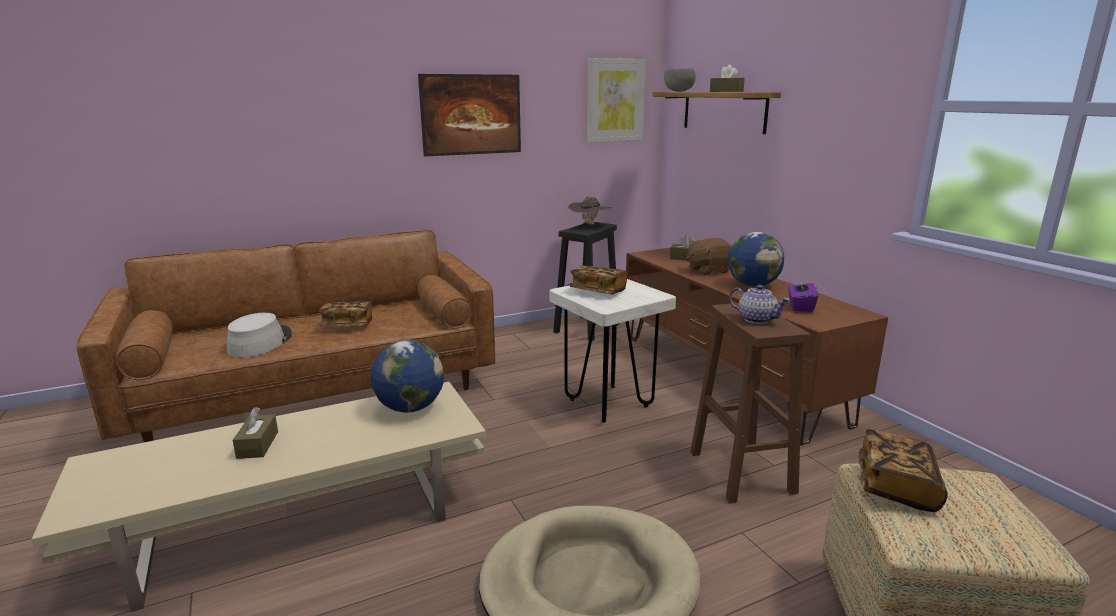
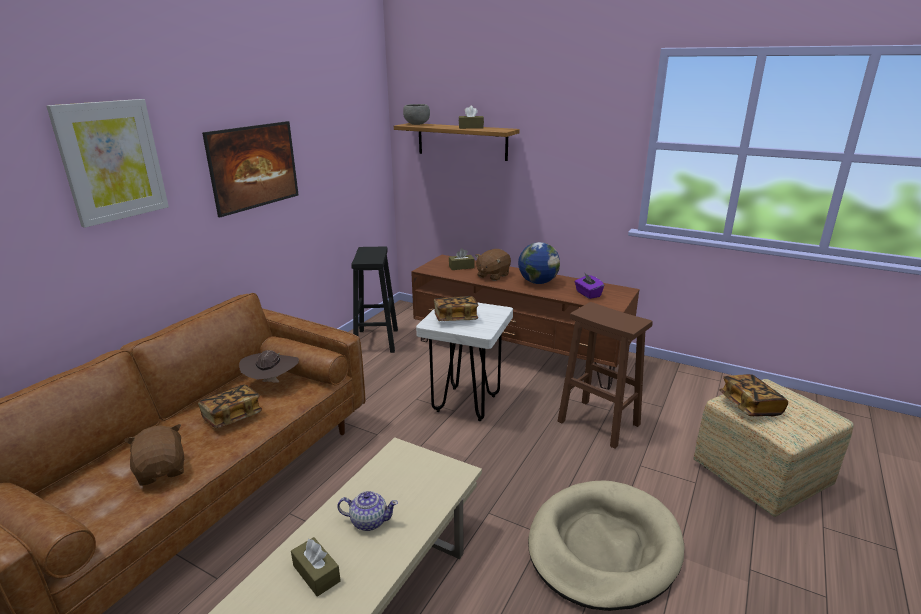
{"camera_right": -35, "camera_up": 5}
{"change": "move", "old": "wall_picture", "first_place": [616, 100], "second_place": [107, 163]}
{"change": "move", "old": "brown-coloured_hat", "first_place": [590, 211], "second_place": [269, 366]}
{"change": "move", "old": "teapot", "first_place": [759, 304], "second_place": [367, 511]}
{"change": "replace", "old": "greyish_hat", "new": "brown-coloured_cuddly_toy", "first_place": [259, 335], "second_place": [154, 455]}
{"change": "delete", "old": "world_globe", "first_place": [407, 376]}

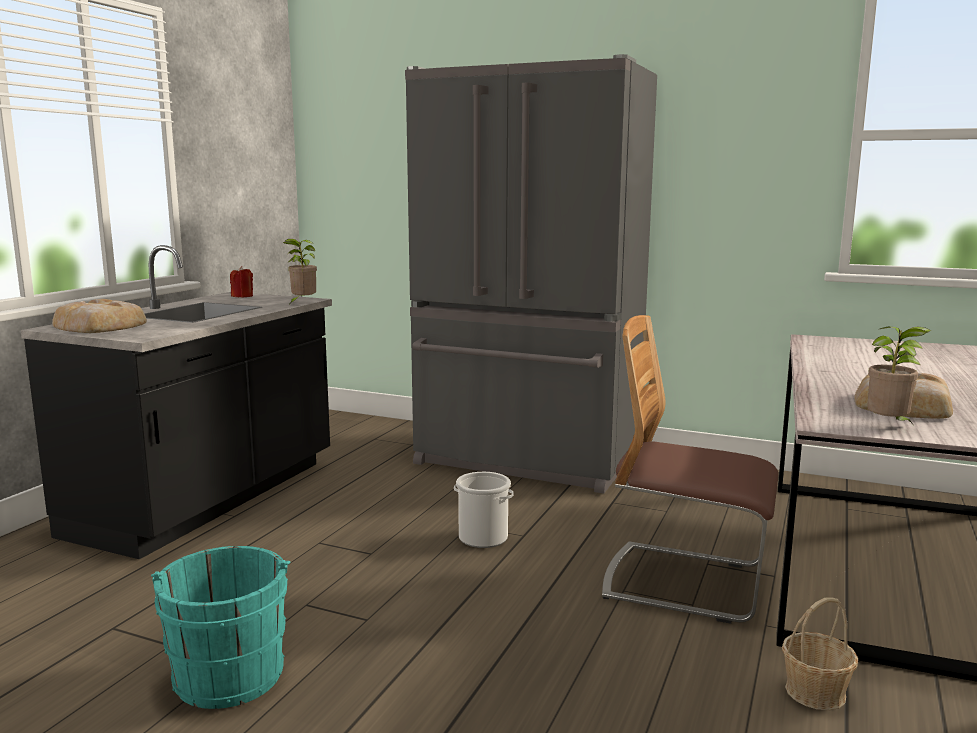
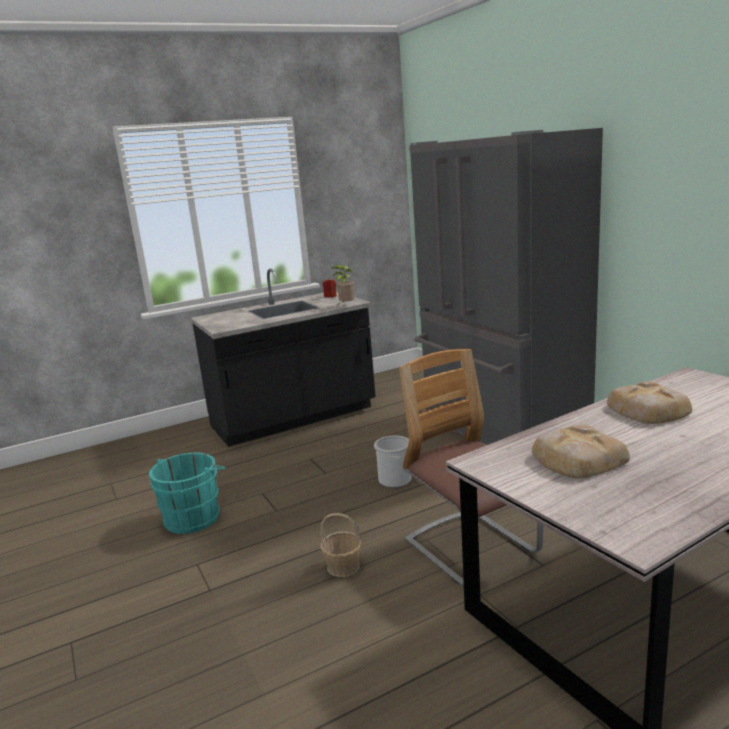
{"camera_right": 40, "camera_up": 5}
{"change": "move", "old": "bakery_bread", "first_place": [99, 316], "second_place": [649, 402]}
{"change": "delete", "old": "plant_in_a_pot", "first_place": [899, 375]}
{"change": "move", "old": "household_basket", "first_place": [820, 653], "second_place": [341, 545]}

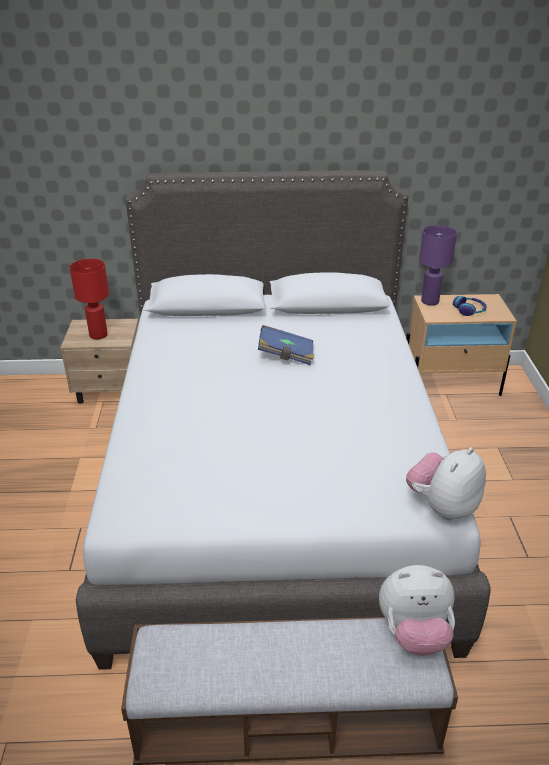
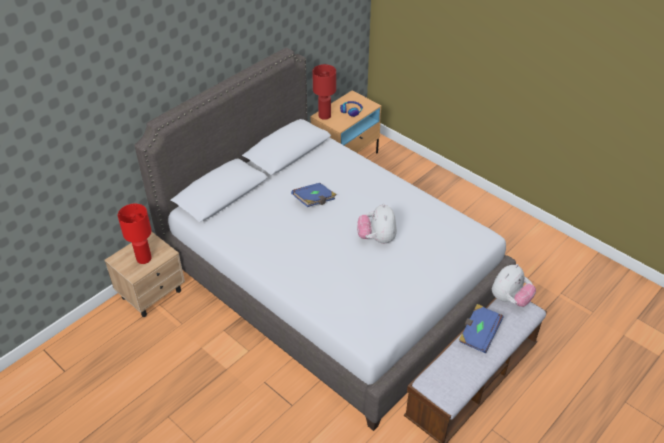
{"camera_right": -45, "camera_up": 10}
{"change": "recolor", "old": "purple-coloured_table_lamp", "new": "red_table_lamp", "first_place": [438, 265], "second_place": [324, 92]}
{"change": "move", "old": "cuddly_toy", "first_place": [446, 483], "second_place": [377, 223]}
{"change": "insert", "new": "bluish_book", "second_place": [481, 328]}

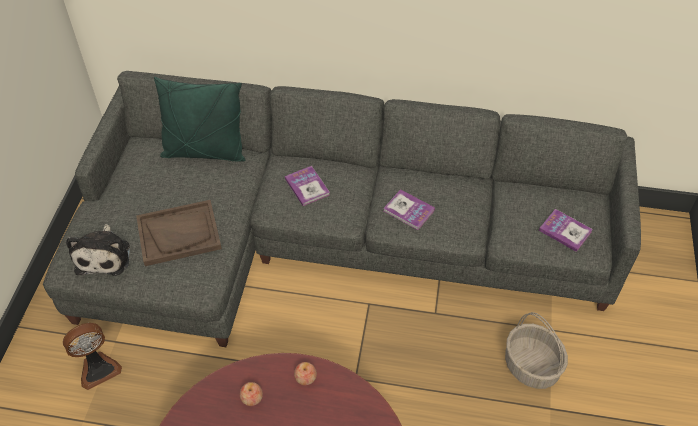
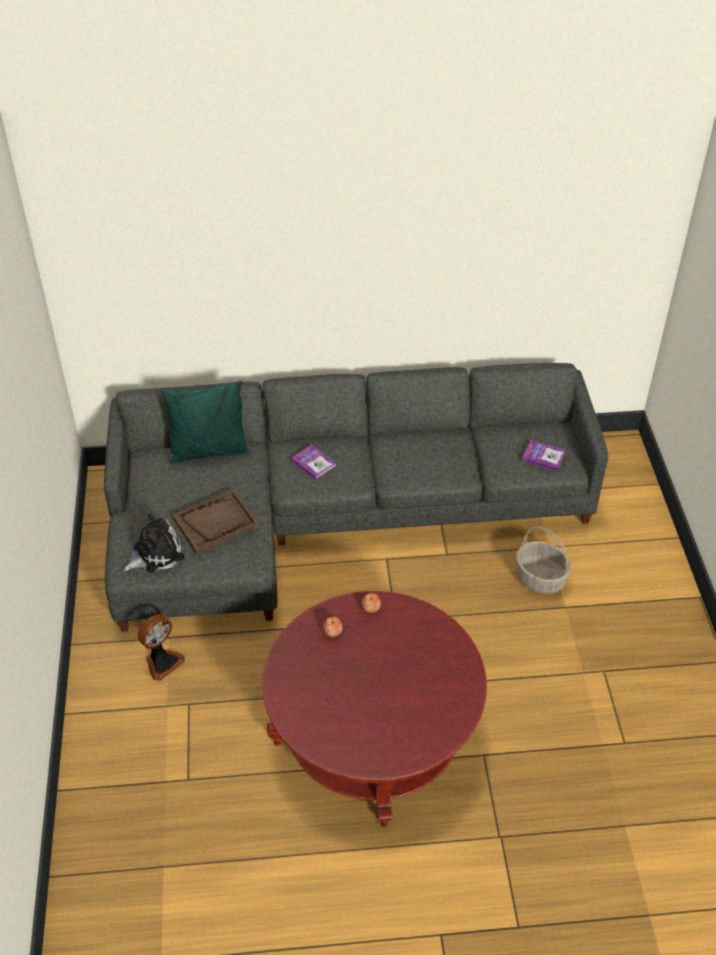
{"camera_right": -15, "camera_up": -5}
{"change": "delete", "old": "book", "first_place": [409, 209]}
{"change": "rotate", "old": "cuddly_toy", "first_place": [98, 250], "second_place": [154, 543], "degrees": -105}

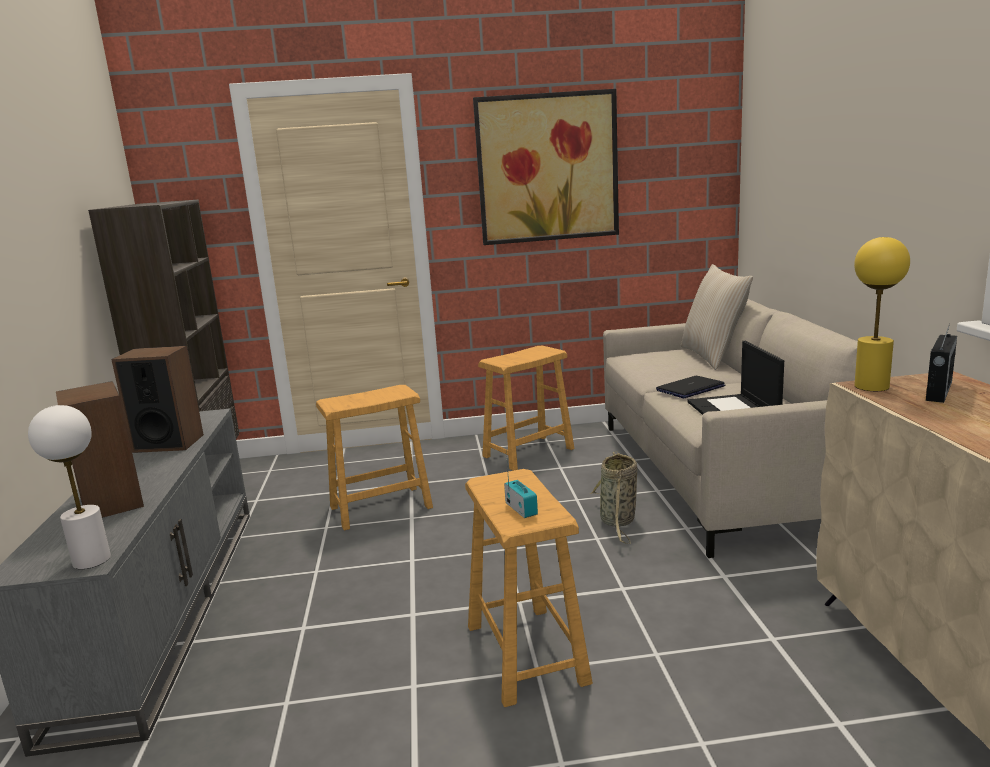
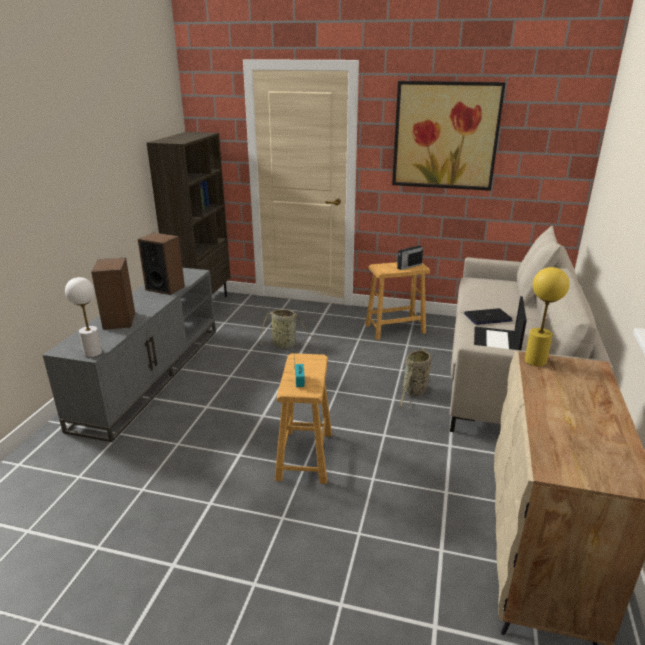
{"camera_right": 20, "camera_up": 10}
{"change": "move", "old": "radio_receiver", "first_place": [941, 363], "second_place": [410, 257]}
{"change": "replace", "old": "brown-coloured_stool_seat", "new": "household_basket", "first_place": [374, 458], "second_place": [289, 328]}

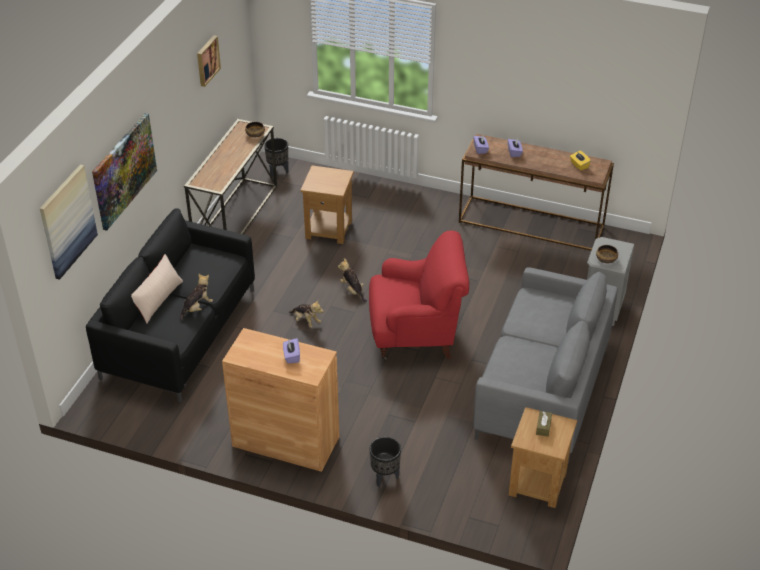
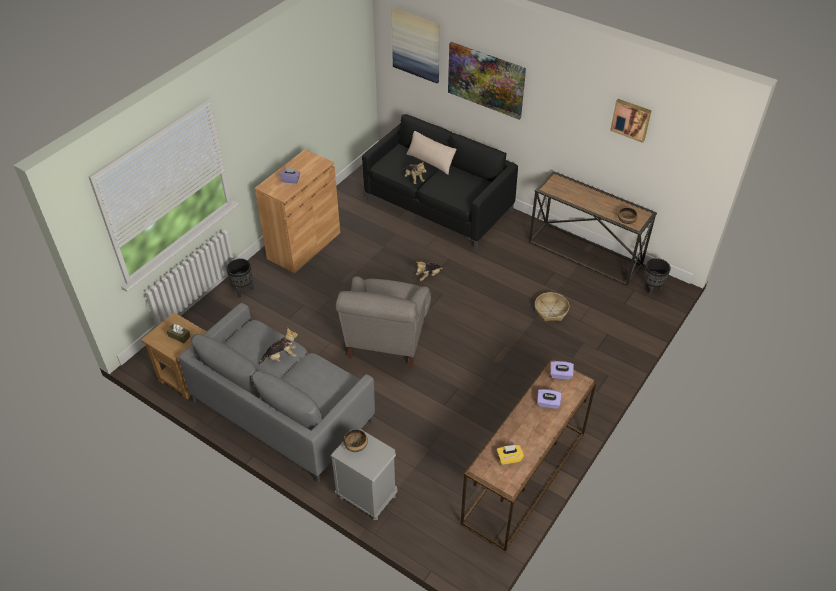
{"camera_right": 105, "camera_up": 5}
{"change": "replace", "old": "brown-coloured_accent_table", "new": "household_basket", "first_place": [327, 204], "second_place": [552, 307]}
{"change": "recolor", "old": "red_armchair", "new": "greyish_armchair", "first_place": [419, 295], "second_place": [383, 322]}
{"change": "move", "old": "cuddly_toy", "first_place": [352, 280], "second_place": [278, 346]}

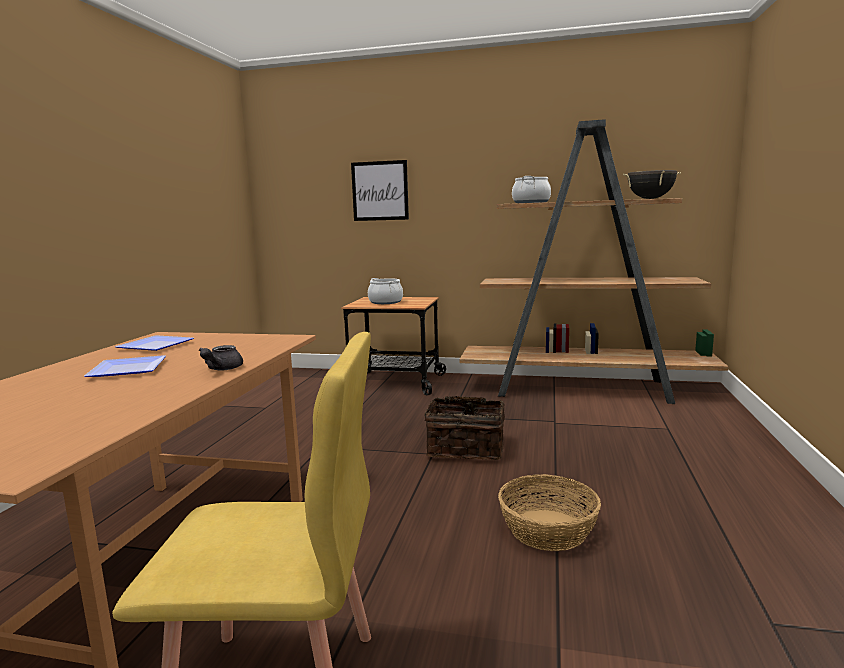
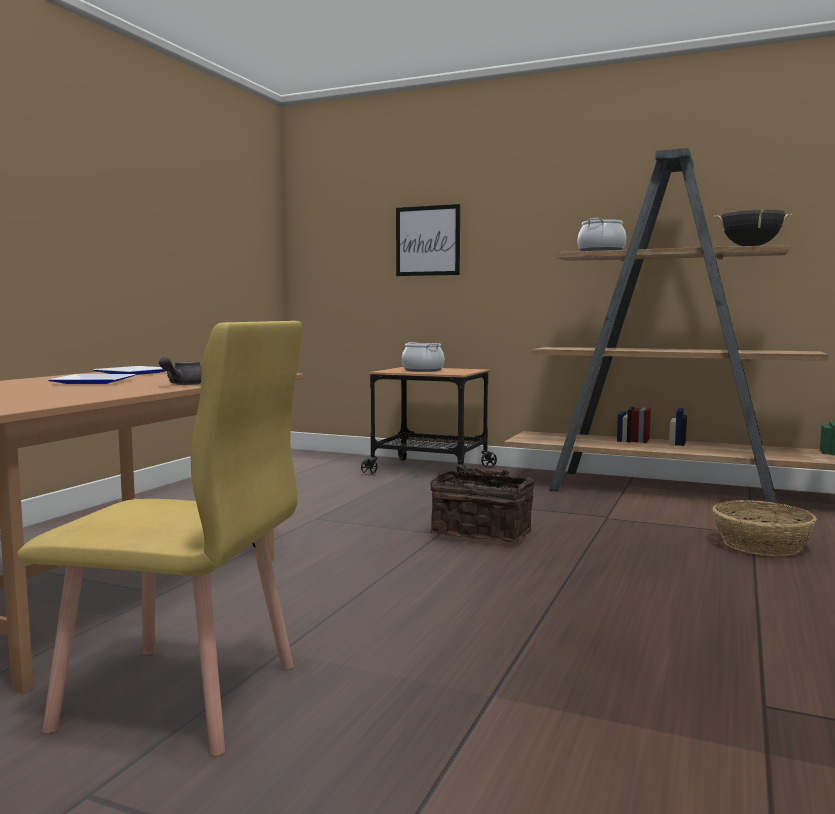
{"camera_right": 10, "camera_up": -5}
{"change": "move", "old": "household_basket", "first_place": [549, 512], "second_place": [765, 528]}

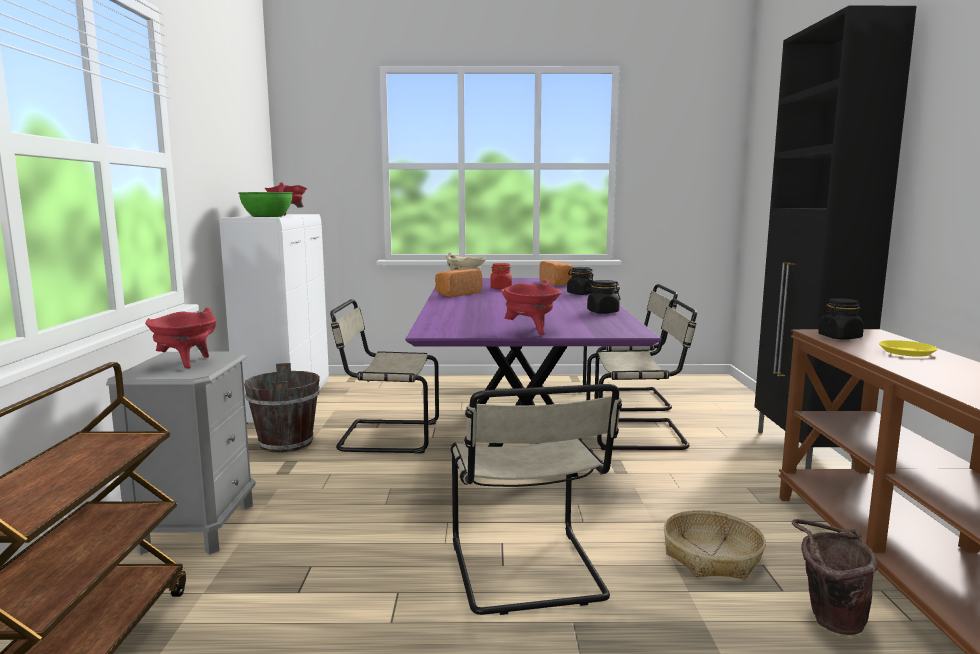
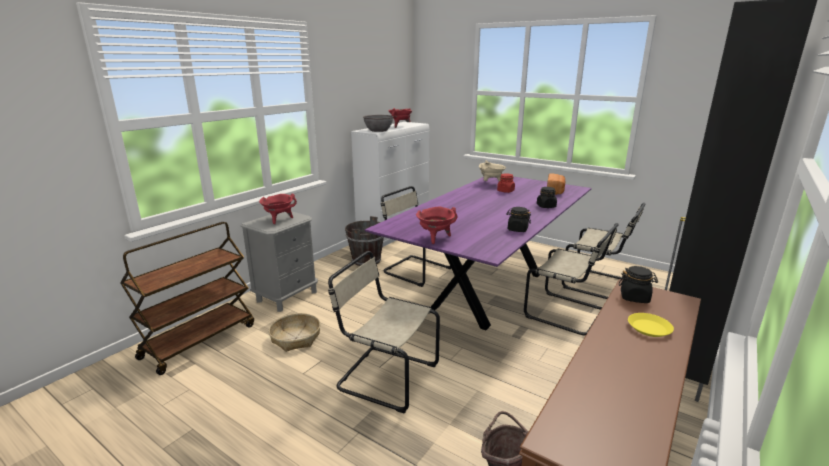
{"camera_right": 35, "camera_up": 10}
{"change": "recolor", "old": "greenish_serving_bowl", "new": "greyish_serving_bowl", "first_place": [265, 204], "second_place": [378, 123]}
{"change": "delete", "old": "bakery_bread", "first_place": [458, 283]}
{"change": "rotate", "old": "sand-coloured_plain_chair", "first_place": [536, 499], "second_place": [384, 332], "degrees": 90}
{"change": "move", "old": "household_basket", "first_place": [715, 545], "second_place": [295, 332]}

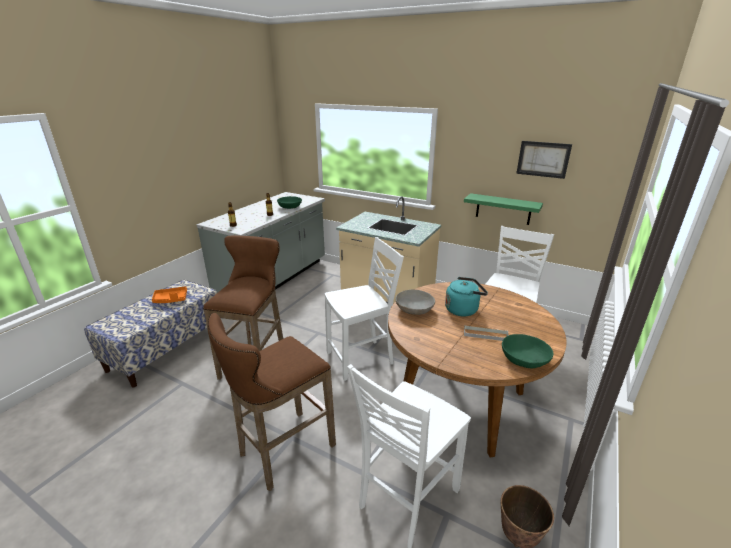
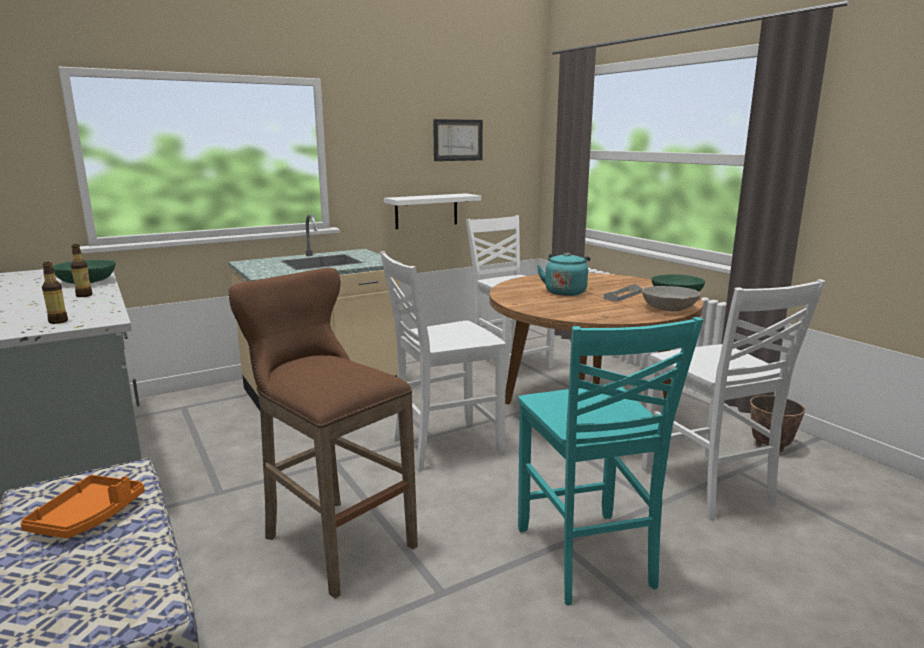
{"camera_right": -60, "camera_up": -10}
{"change": "recolor", "old": "greenish_wall_shelf", "new": "white_wall_shelf", "first_place": [503, 209], "second_place": [432, 211]}
{"change": "rotate", "old": "white_plain_chair", "first_place": [364, 309], "second_place": [443, 360], "degrees": -120}
{"change": "move", "old": "greyish_serving_bowl", "first_place": [415, 302], "second_place": [671, 298]}
{"change": "replace", "old": "brown-coloured_stool_seat", "new": "turquoise_plain_chair", "first_place": [272, 402], "second_place": [610, 461]}

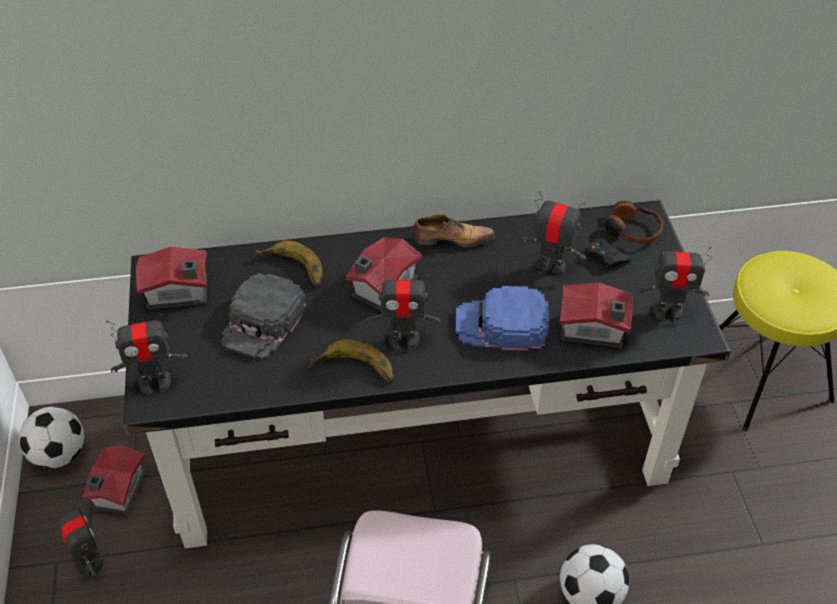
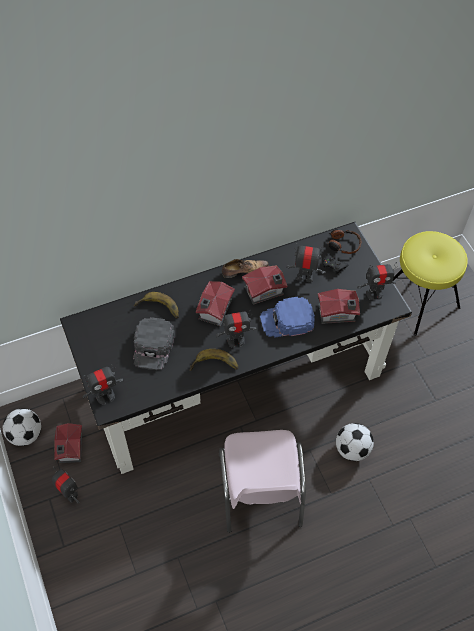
{"camera_right": -15, "camera_up": 10}
{"change": "move", "old": "model_house", "first_place": [171, 278], "second_place": [264, 285]}

